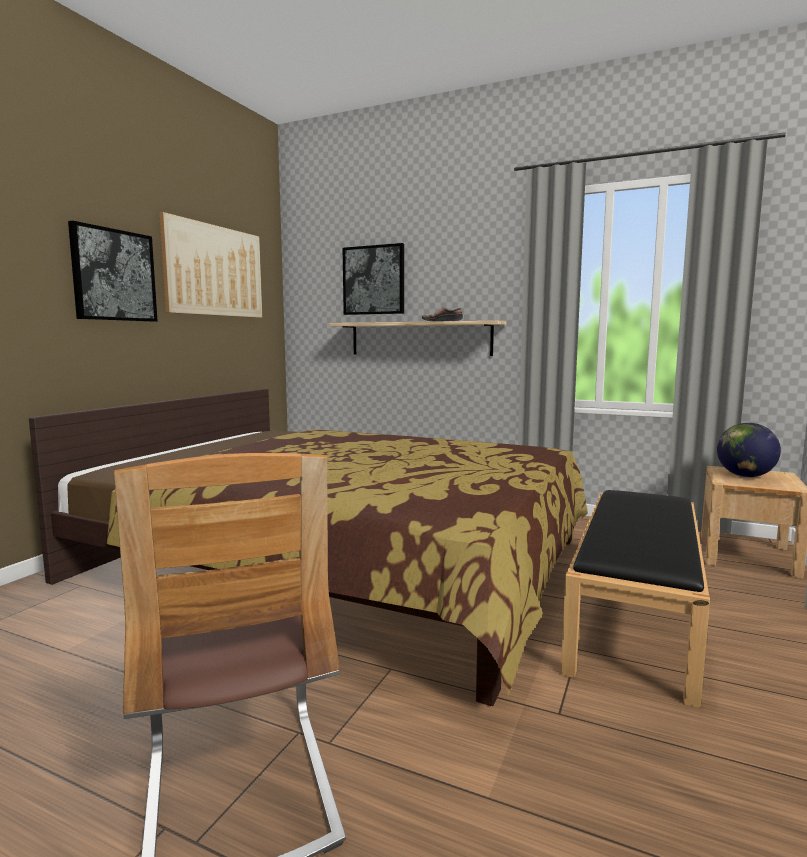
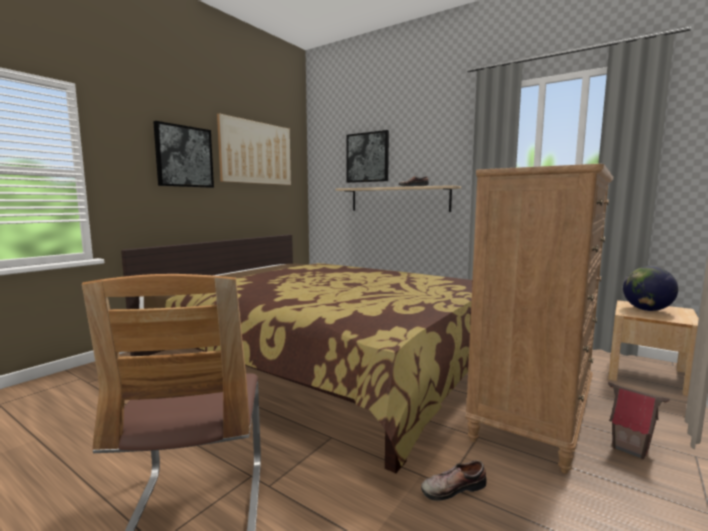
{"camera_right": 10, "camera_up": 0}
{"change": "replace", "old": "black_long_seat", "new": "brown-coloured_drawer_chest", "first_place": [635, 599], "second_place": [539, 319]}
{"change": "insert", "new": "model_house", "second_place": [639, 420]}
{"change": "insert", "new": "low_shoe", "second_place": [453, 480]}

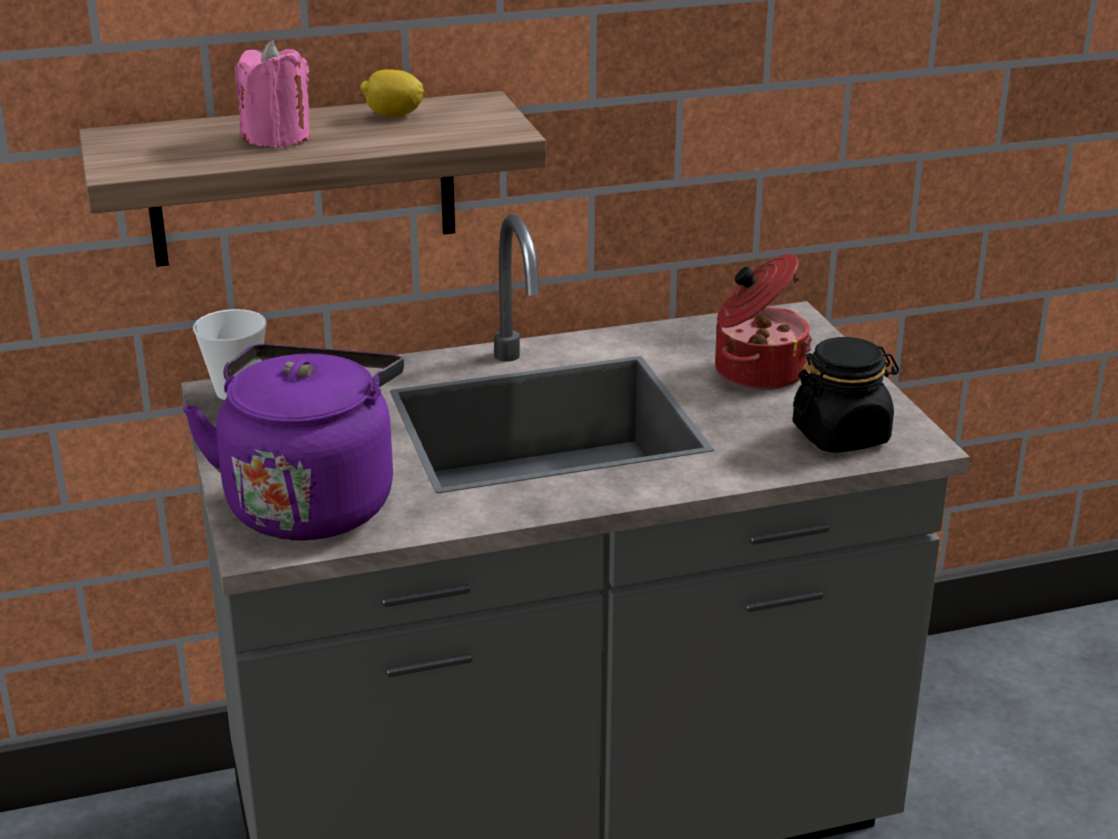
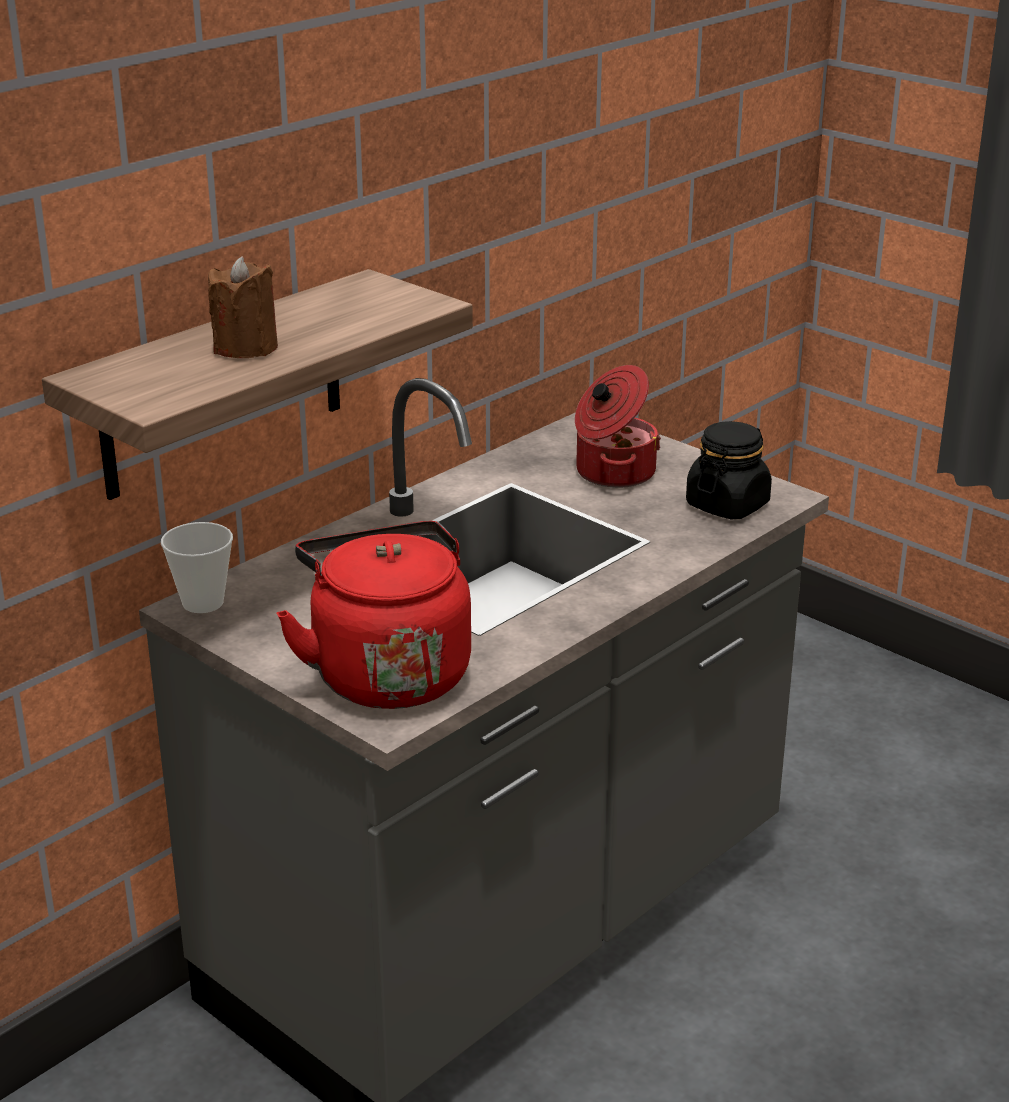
{"camera_right": -30, "camera_up": 0}
{"change": "recolor", "old": "pinkish_wax_light", "new": "brown-coloured_wax_light", "first_place": [272, 94], "second_place": [243, 307]}
{"change": "delete", "old": "whole_lemon", "first_place": [392, 93]}
{"change": "recolor", "old": "purple-coloured_water_kettle", "new": "red_water_kettle", "first_place": [293, 442], "second_place": [373, 615]}

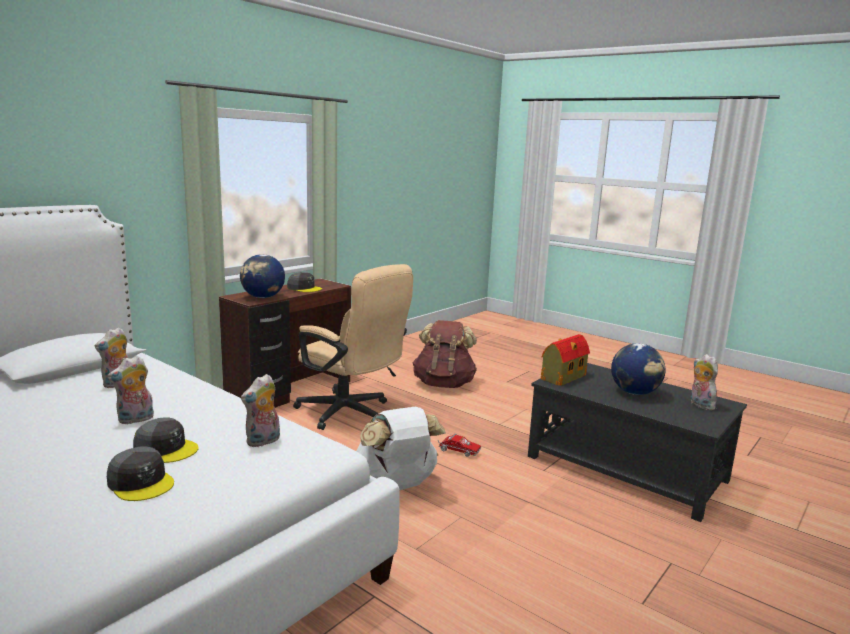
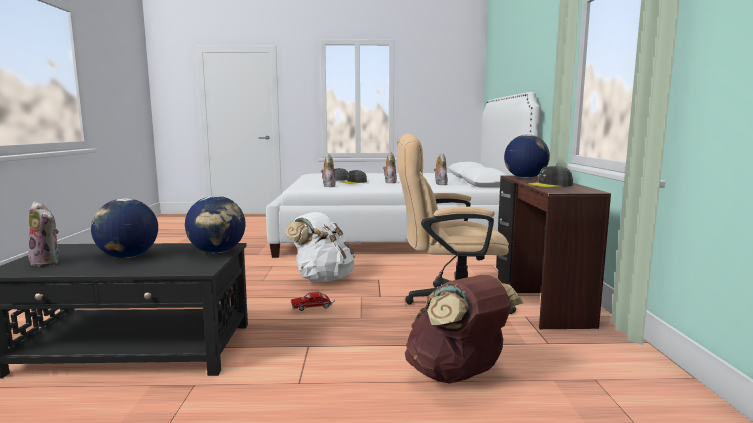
{"camera_right": 140, "camera_up": -5}
{"change": "replace", "old": "model_house", "new": "world_globe", "first_place": [565, 360], "second_place": [215, 224]}

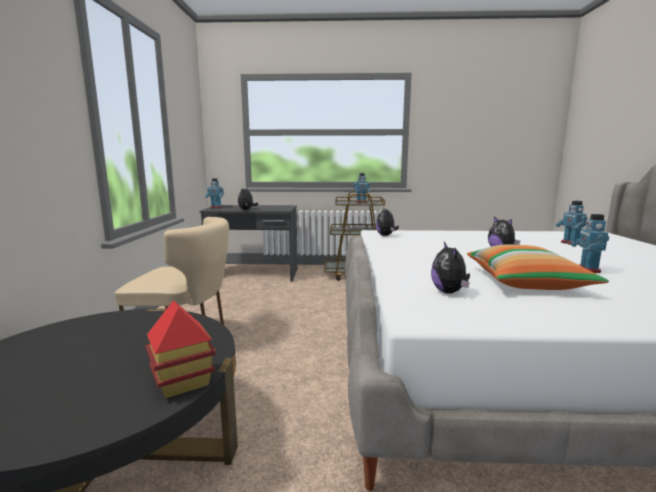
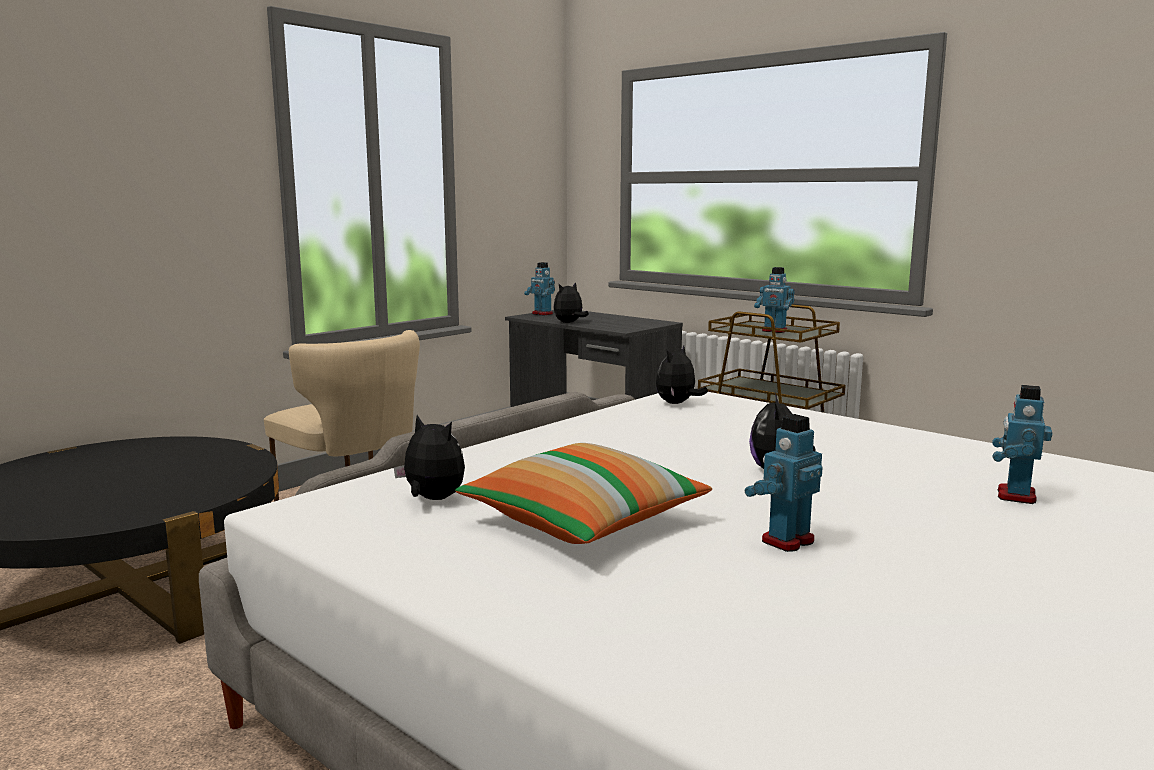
{"camera_right": 40, "camera_up": 0}
{"change": "rotate", "old": "cuddly_toy", "first_place": [450, 268], "second_place": [429, 457], "degrees": 90}
{"change": "delete", "old": "model_house", "first_place": [181, 349]}

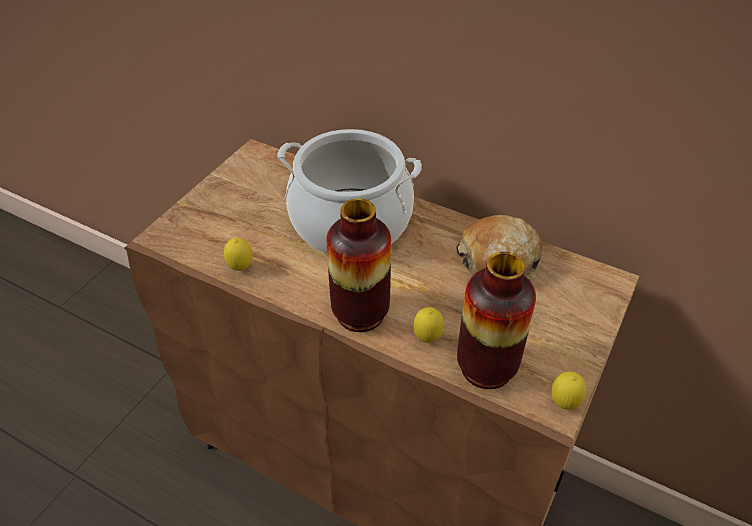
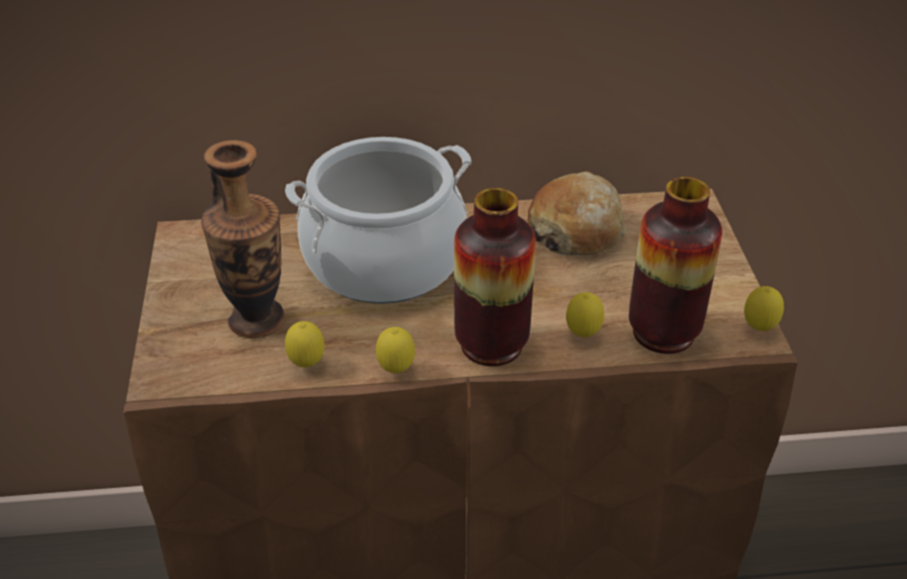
{"camera_right": -35, "camera_up": -5}
{"change": "insert", "new": "decorative_vase", "second_place": [243, 239]}
{"change": "insert", "new": "whole_lemon", "second_place": [395, 350]}

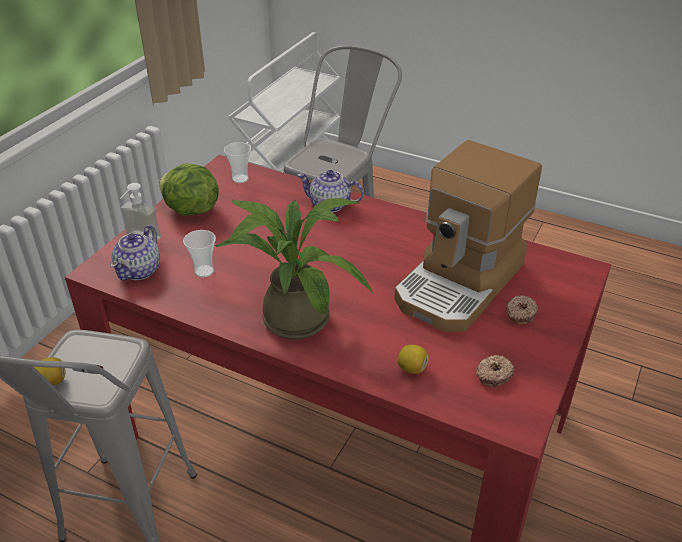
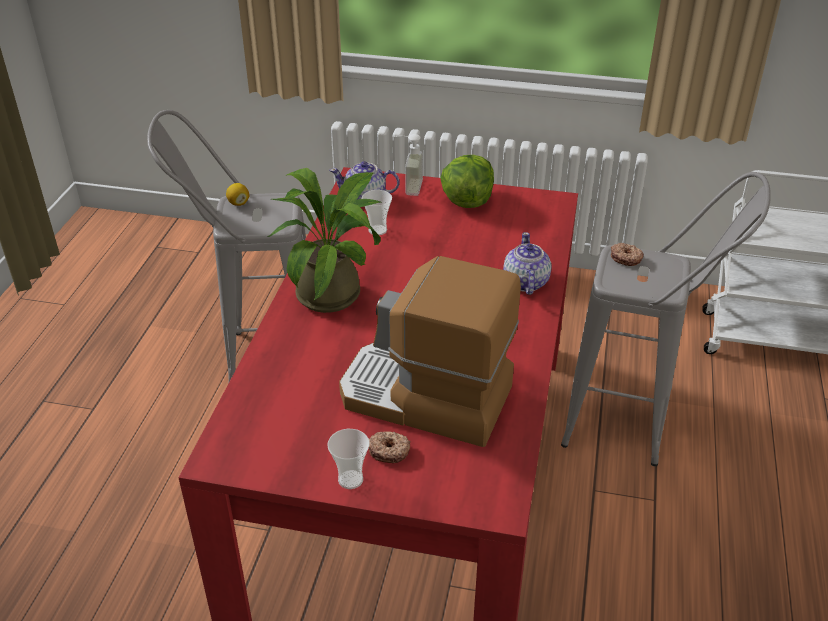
{"camera_right": 75, "camera_up": 0}
{"change": "move", "old": "drinking_cup", "first_place": [237, 162], "second_place": [348, 459]}
{"change": "delete", "old": "whole_lemon", "first_place": [413, 359]}
{"change": "move", "old": "donut", "first_place": [495, 371], "second_place": [627, 254]}

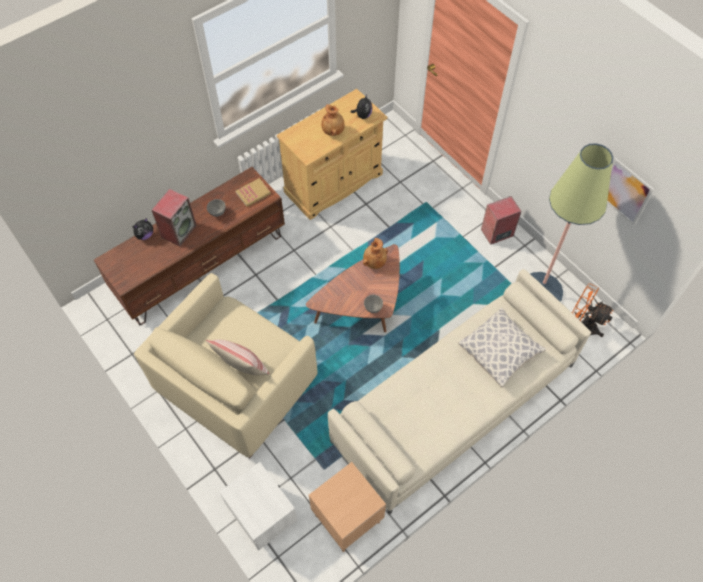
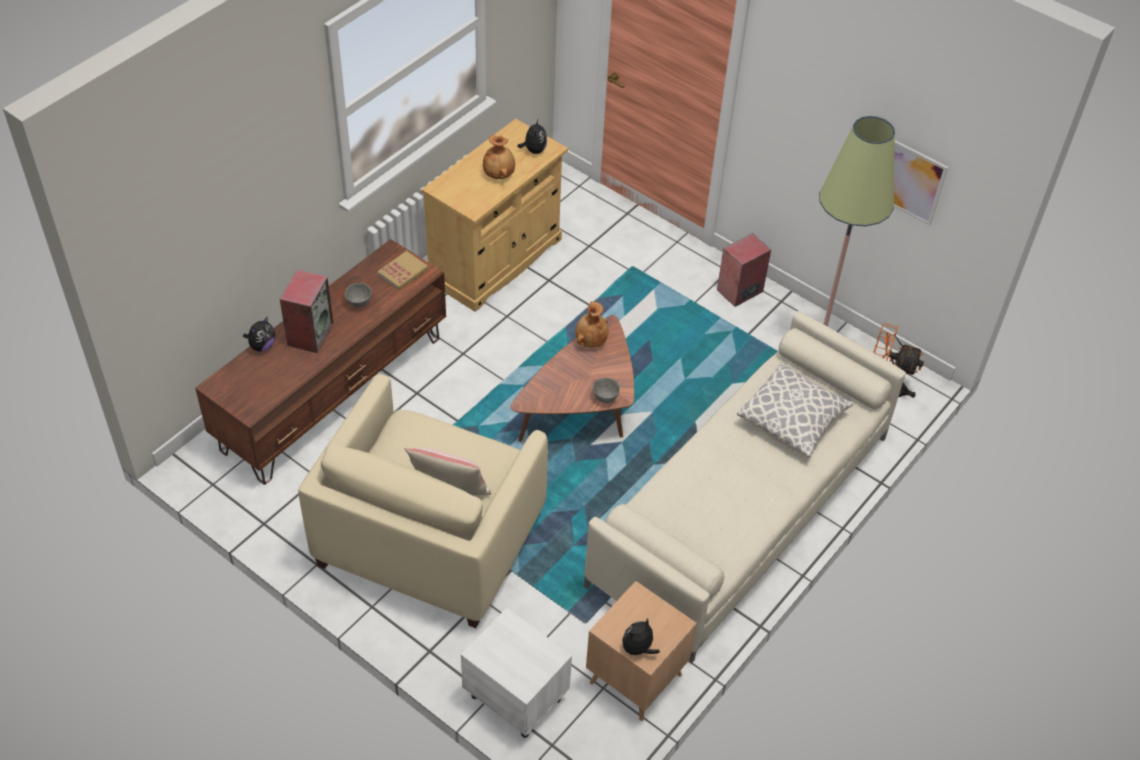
{"camera_right": -15, "camera_up": -10}
{"change": "insert", "new": "cuddly_toy", "second_place": [641, 636]}

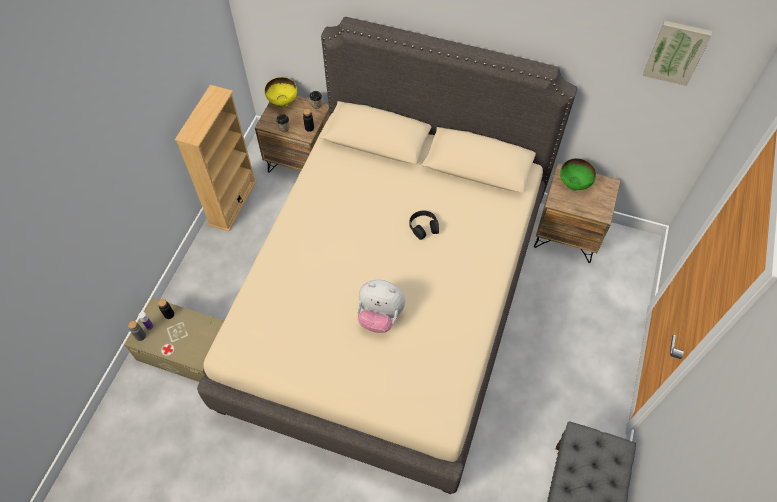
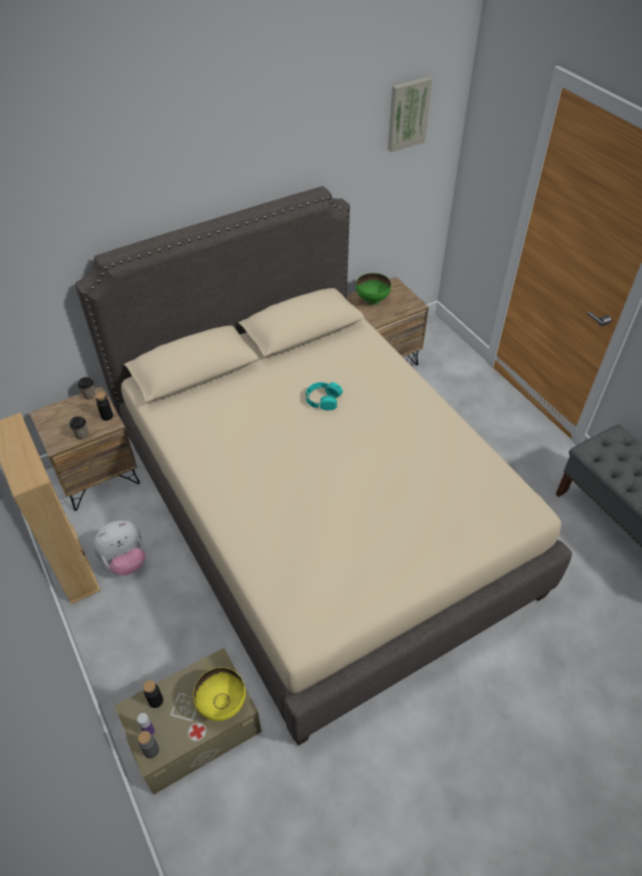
{"camera_right": -50, "camera_up": -10}
{"change": "move", "old": "yellow_serving_bowl", "first_place": [281, 92], "second_place": [219, 694]}
{"change": "recolor", "old": "black_headset", "new": "turquoise_headset", "first_place": [424, 225], "second_place": [324, 396]}
{"change": "move", "old": "cuddly_toy", "first_place": [381, 306], "second_place": [119, 547]}

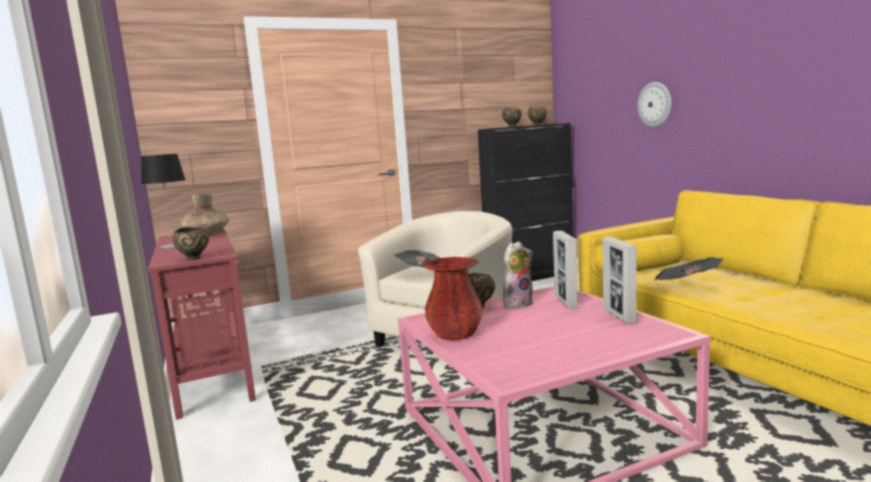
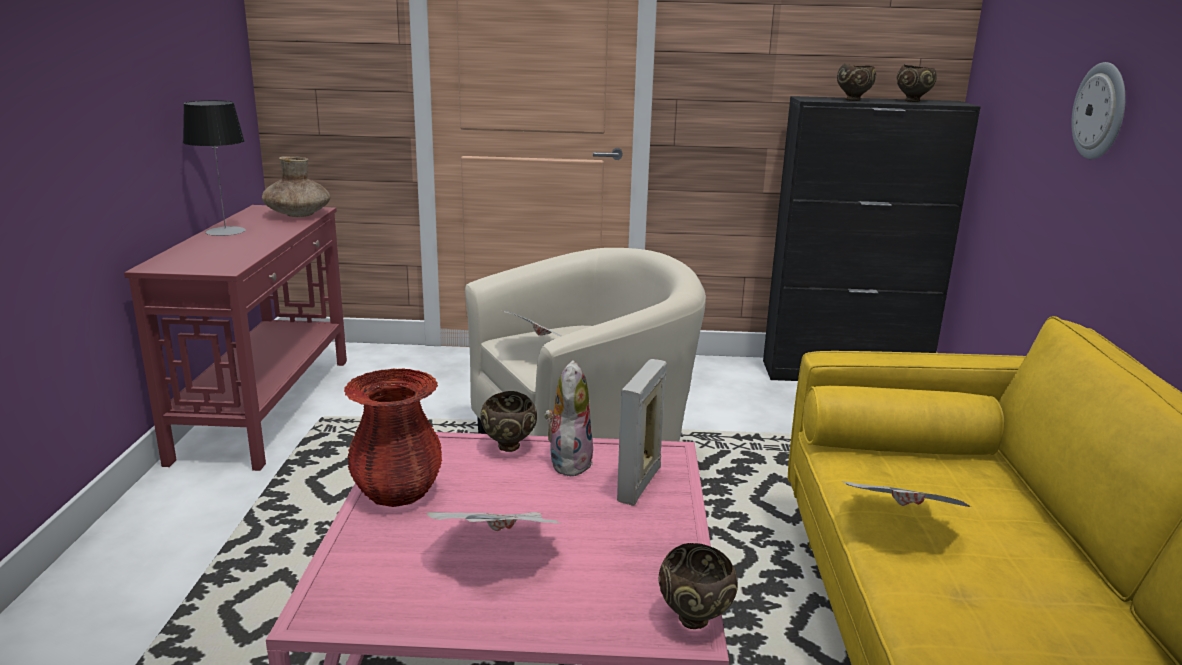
{"camera_right": 25, "camera_up": 10}
{"change": "move", "old": "brown-coloured_serving_bowl", "first_place": [191, 244], "second_place": [698, 586]}
{"change": "delete", "old": "photo_frame", "first_place": [620, 280]}
{"change": "rotate", "old": "cuddly_toy", "first_place": [518, 275], "second_place": [568, 418], "degrees": -75}
{"change": "insert", "new": "printed_paper", "second_place": [492, 521]}

